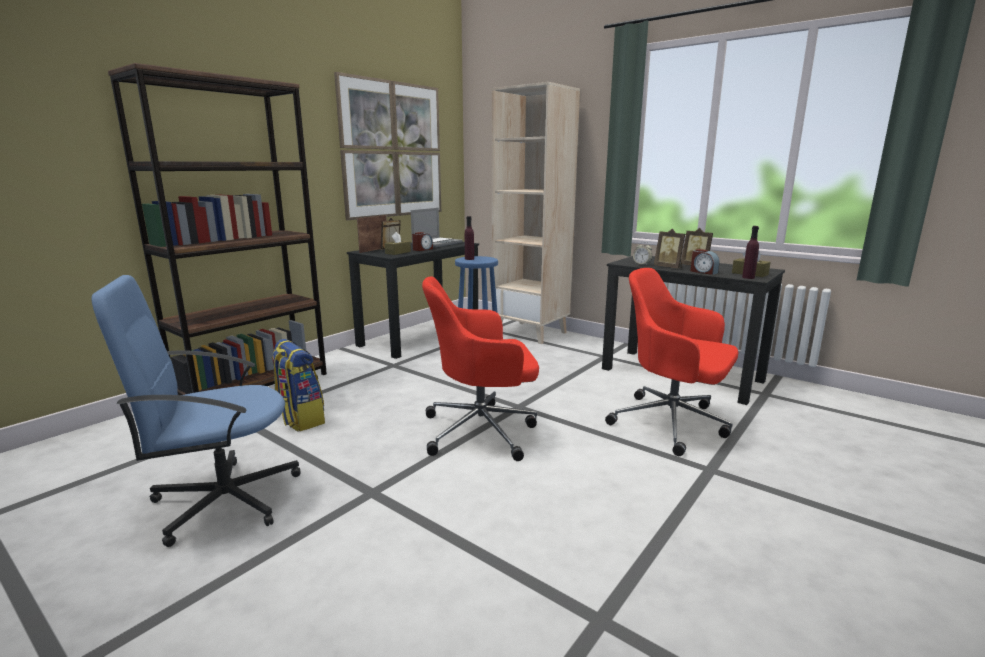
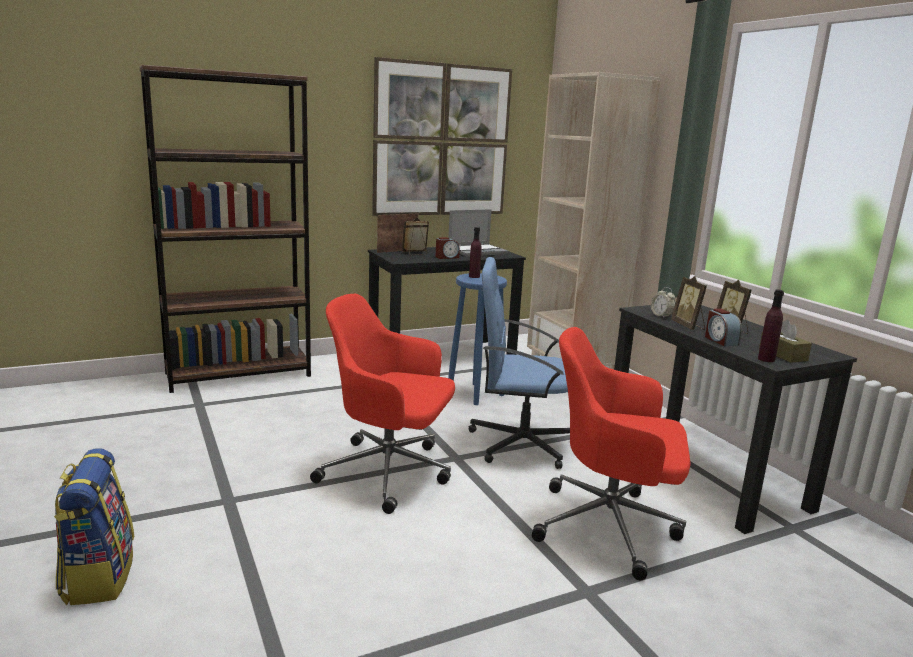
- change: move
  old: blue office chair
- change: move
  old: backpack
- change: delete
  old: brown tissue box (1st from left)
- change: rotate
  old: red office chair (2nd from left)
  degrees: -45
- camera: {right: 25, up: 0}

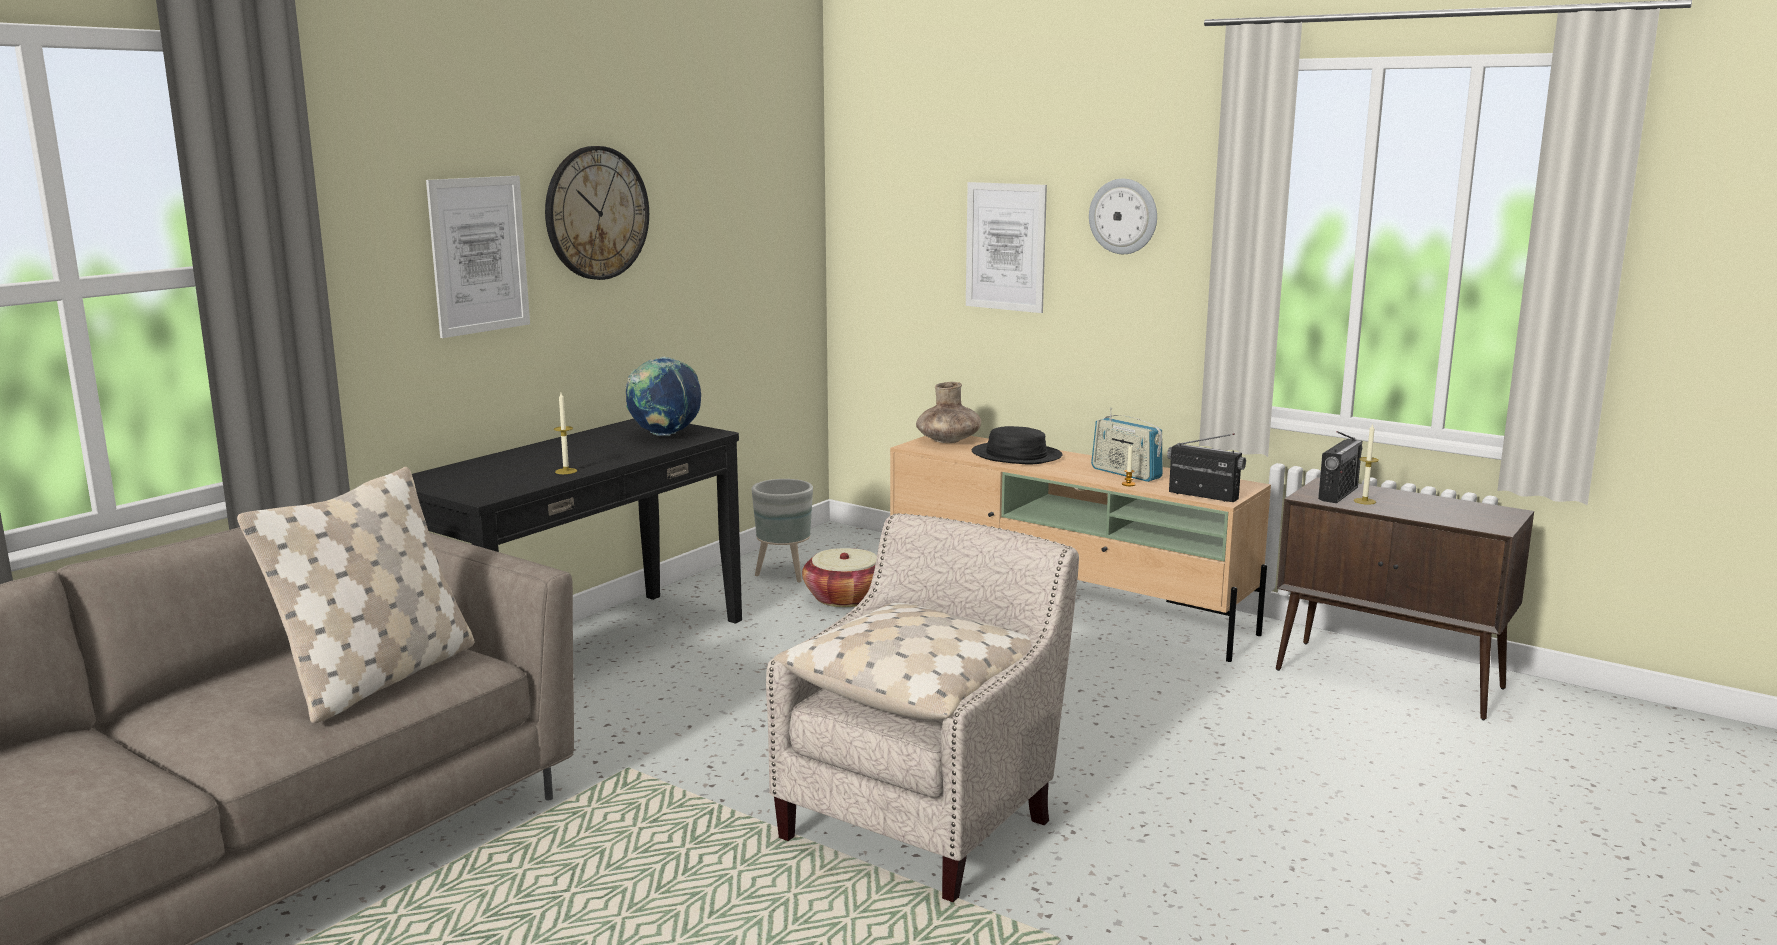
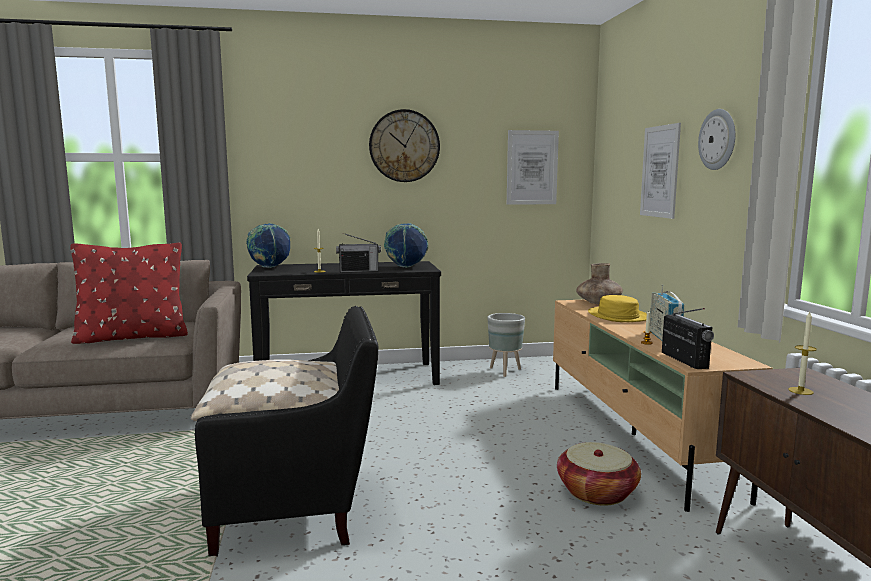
- change: recolor
  old: beige pillow (1st from left)
  new: red pillow
- change: move
  old: picture (1st from left)
- change: recolor
  old: beige armchair
  new: black armchair
- change: move
  old: basket
- change: recolor
  old: black hat
  new: yellow hat
- change: move
  old: radio (3rd from left in the first image)
  new: radio (1st from left)
- change: insert
  new: globe (1st from left)
- camera: {right: 45, up: -5}

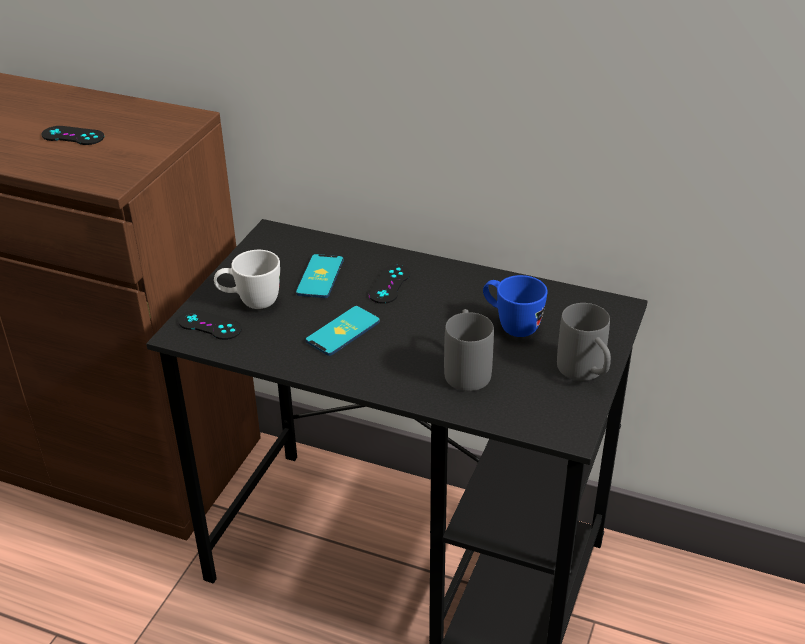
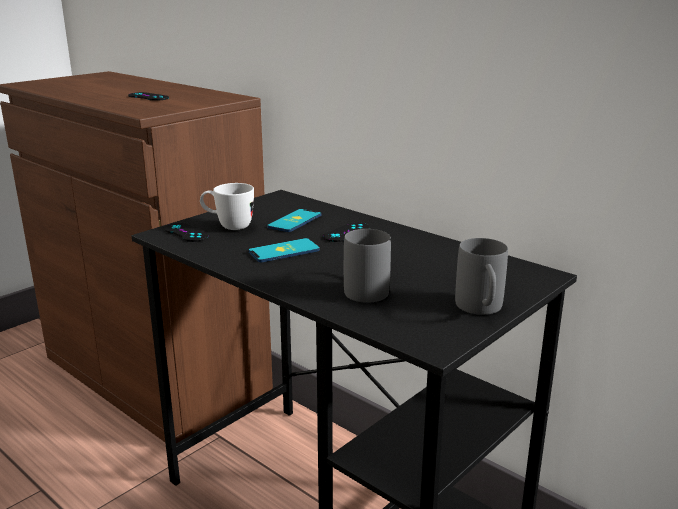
- change: delete
  old: blue mug
- camera: {right: 20, up: -15}

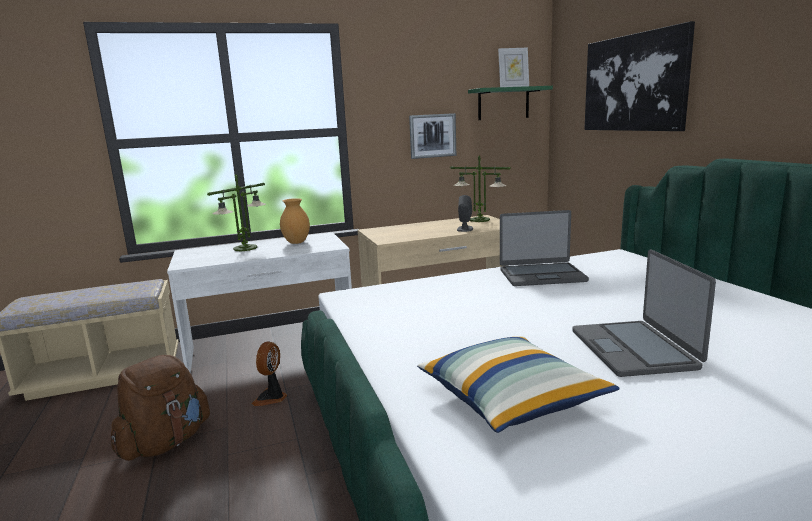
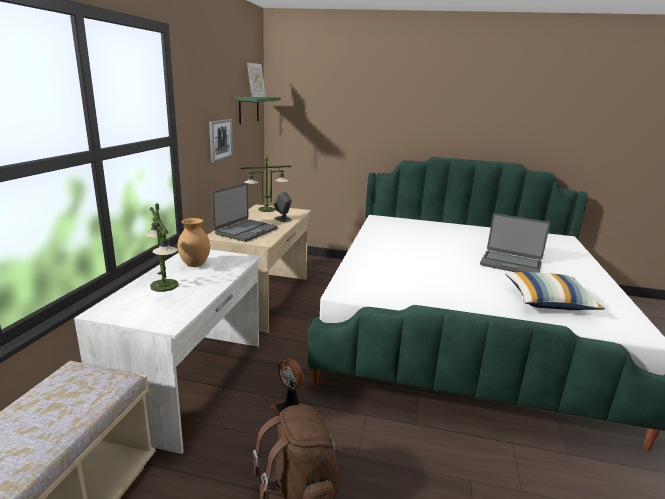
- change: move
  old: laptop (1st from left)
- change: delete
  old: picture (2nd from left)
- camera: {right: -60, up: 5}

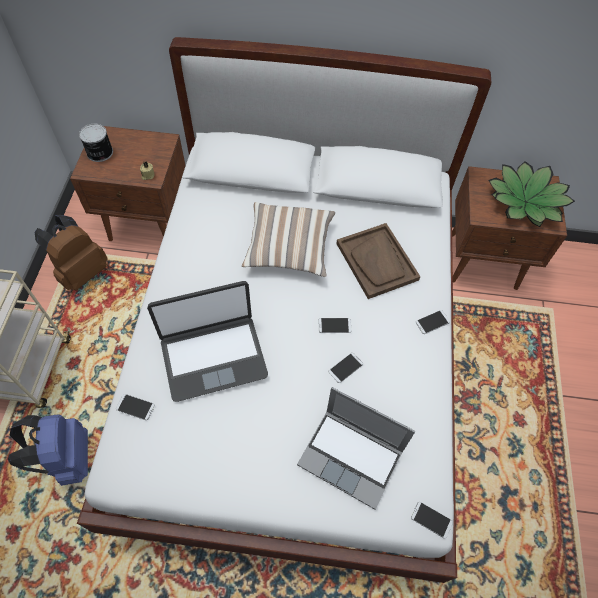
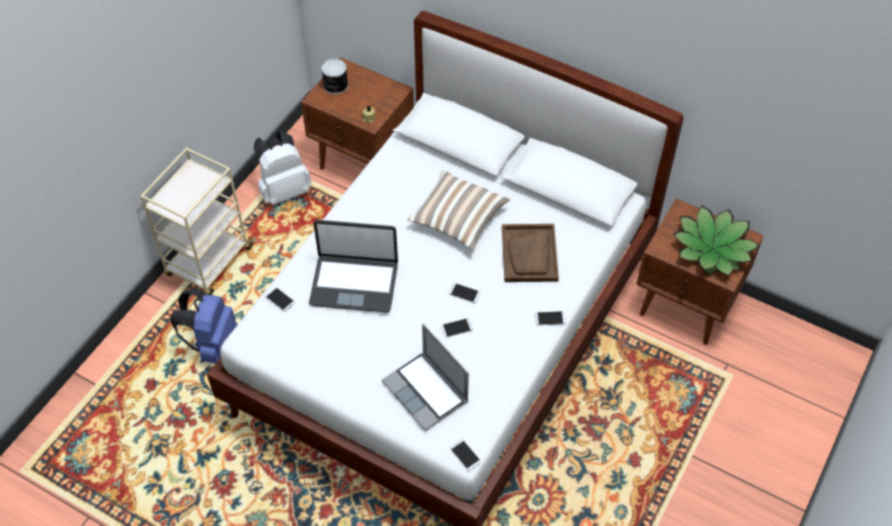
- change: recolor
  old: brown backpack
  new: white backpack
- camera: {right: 25, up: -5}

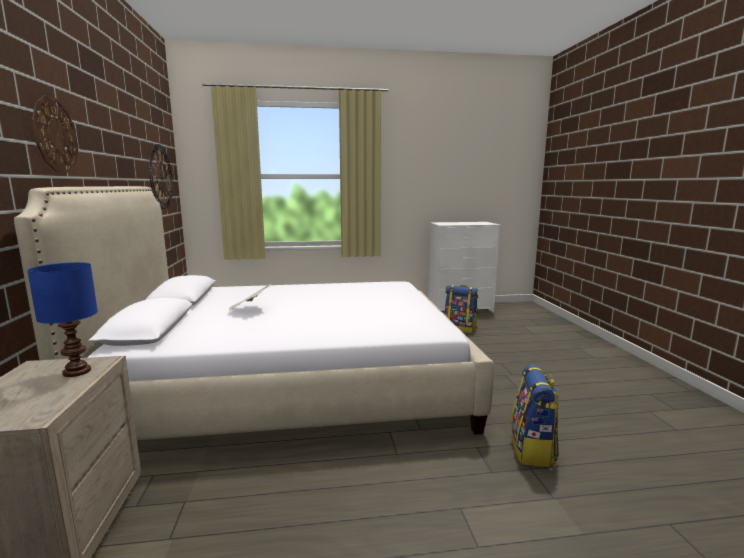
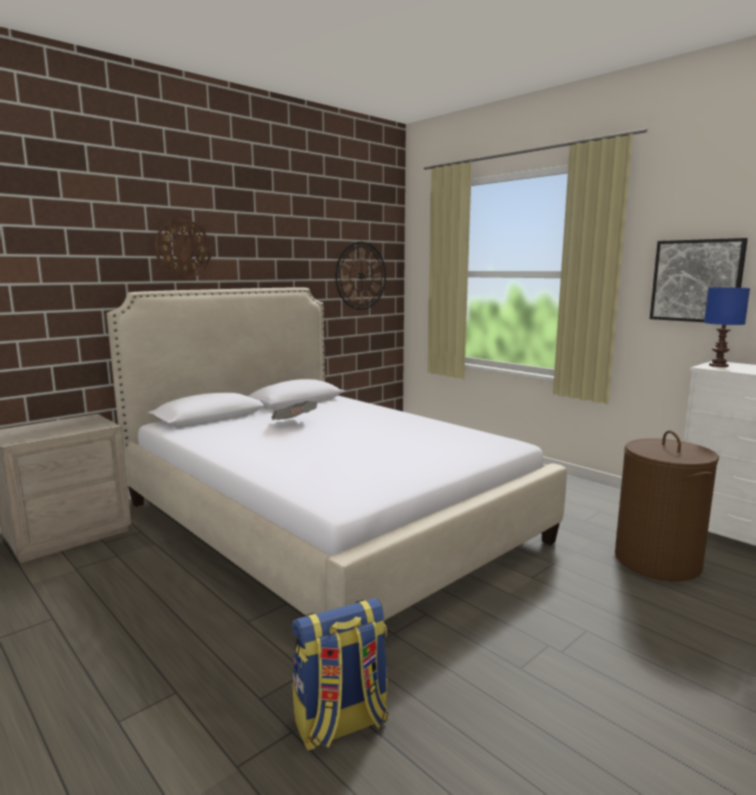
- change: move
  old: blue table lamp
- change: replace
  old: backpack (1st from left)
  new: brown laundry basket
- change: insert
  new: picture
- camera: {right: 55, up: 0}

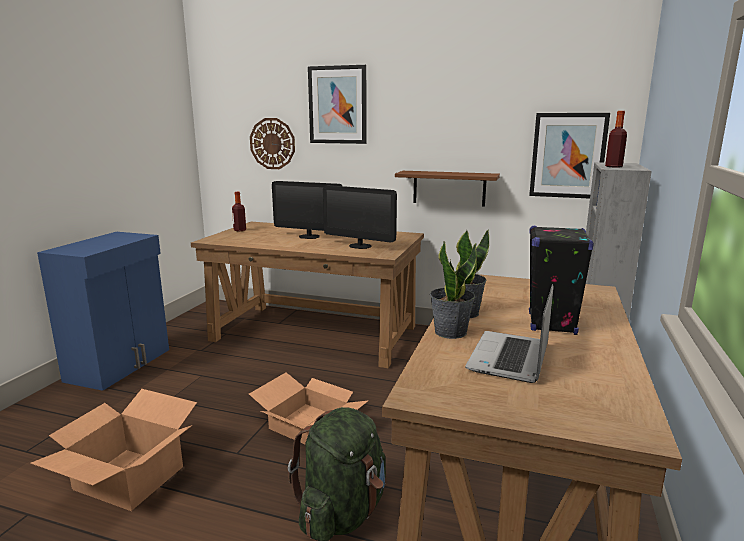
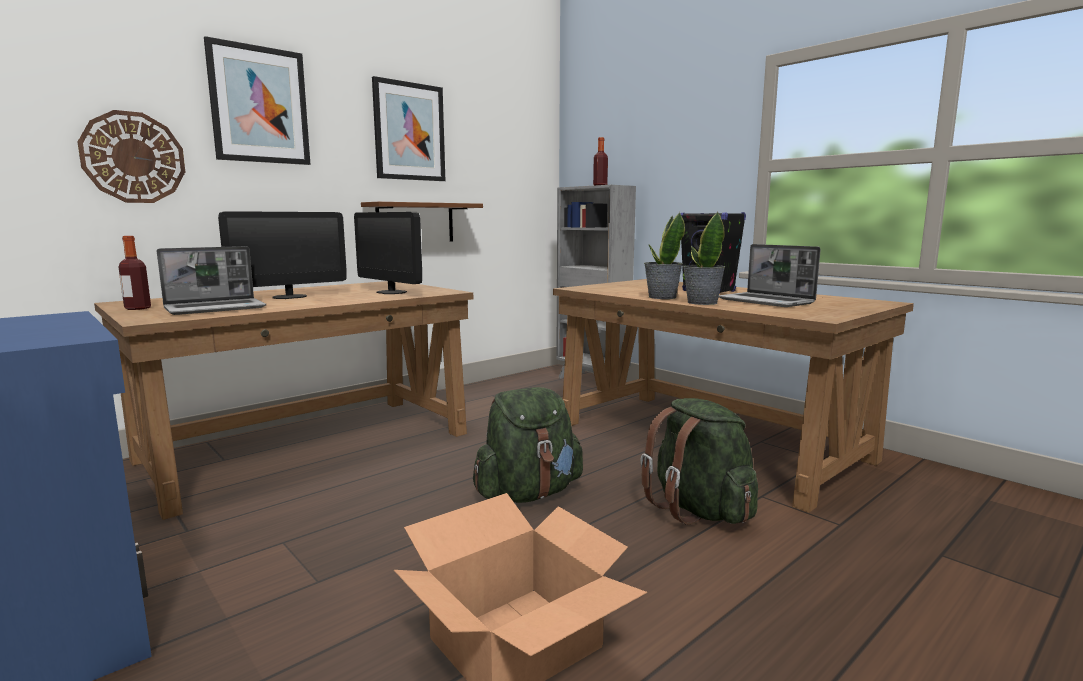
- change: replace
  old: cardboard box (2nd from left)
  new: green backpack (1st from left)
- change: rotate
  old: monitor (2nd from left)
  degrees: 75
- change: move
  old: picture (2nd from left)
- change: insert
  new: laptop (1st from left)
- camera: {right: -60, up: -5}

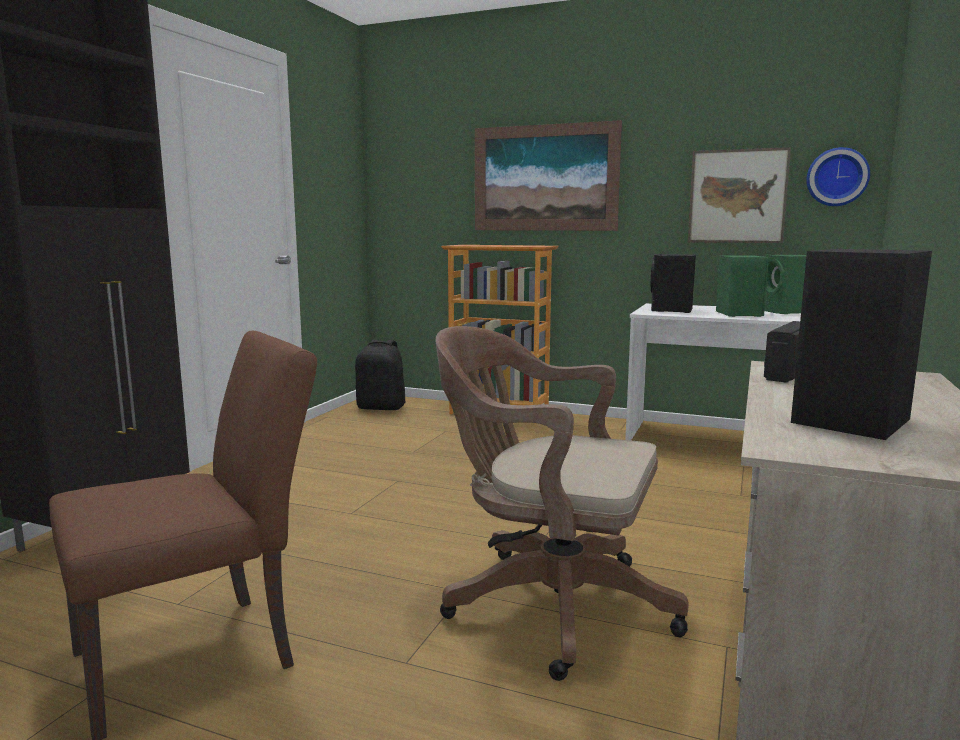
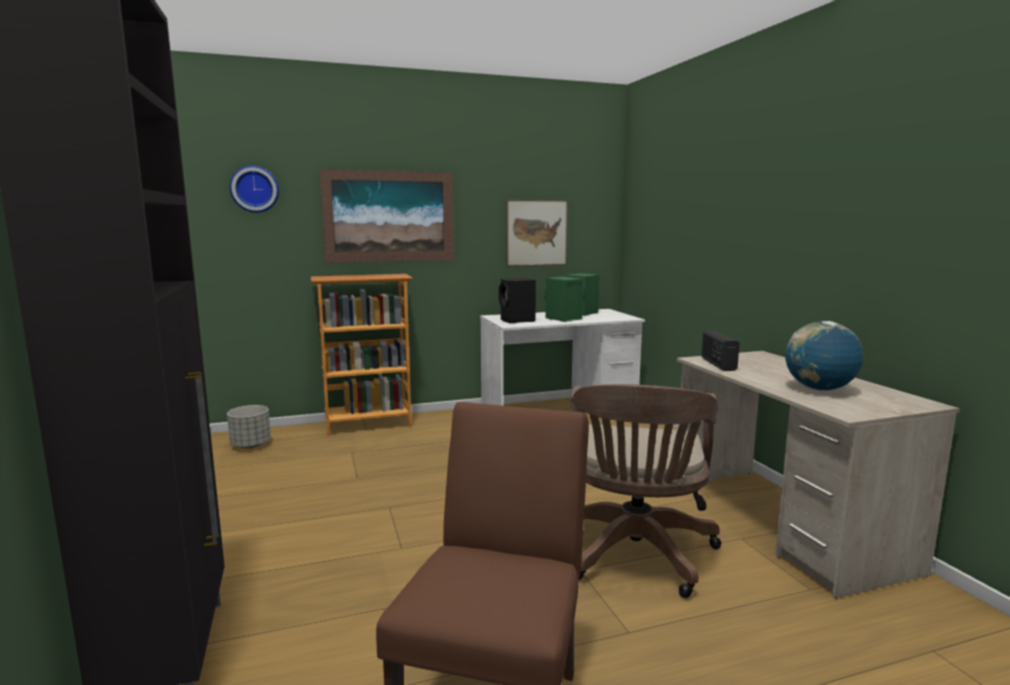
- change: replace
  old: black backpack
  new: grey planter
- change: rotate
  old: brown office chair
  degrees: -60
- change: replace
  old: black speaker (2nd from left)
  new: globe
- change: move
  old: wall clock
- camera: {right: -40, up: 0}

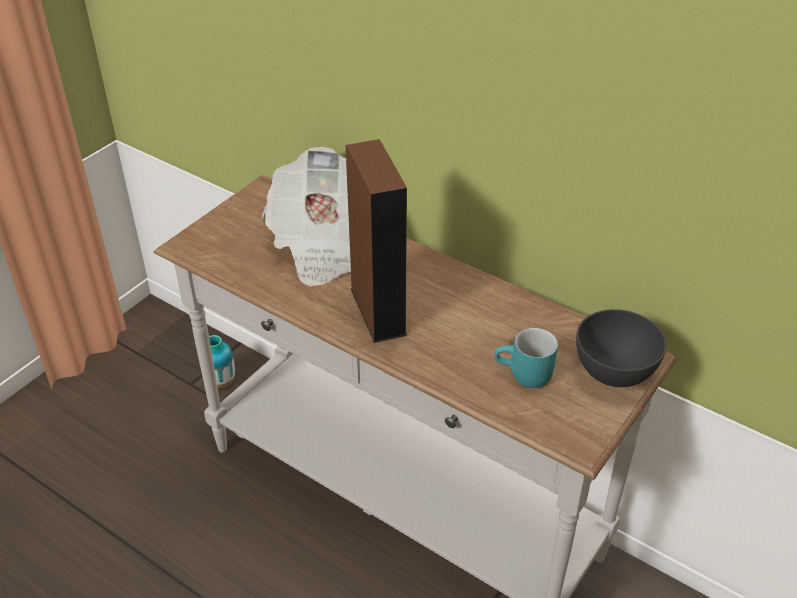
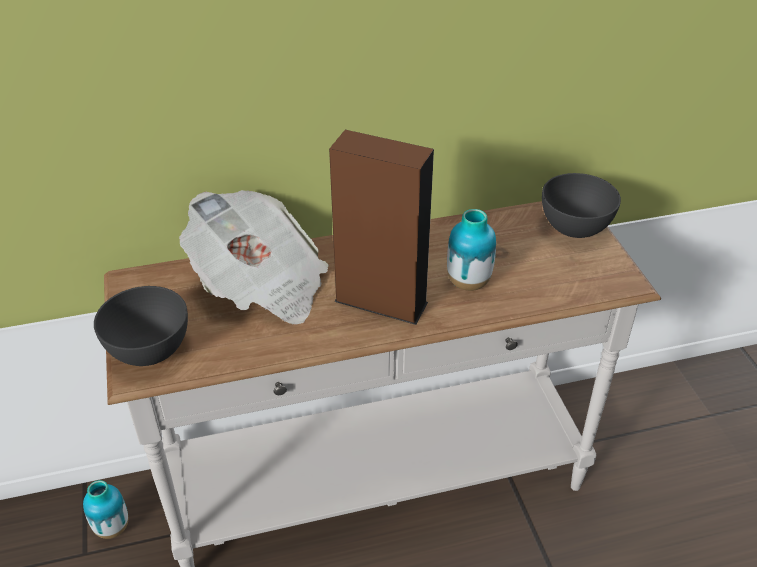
- change: delete
  old: turquoise mug
- change: insert
  new: grey bowl (1st from left)
- change: insert
  new: vase (2nd from left)
- camera: {right: -50, up: 0}

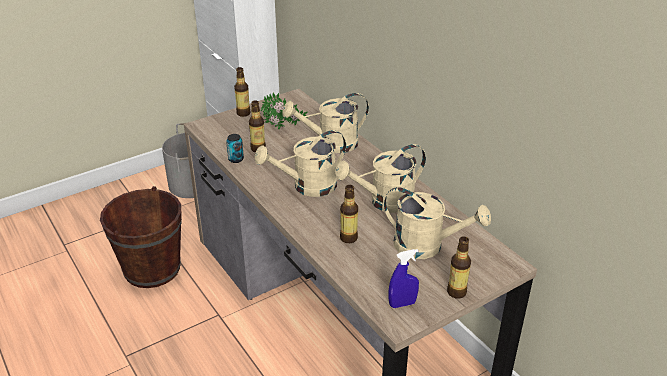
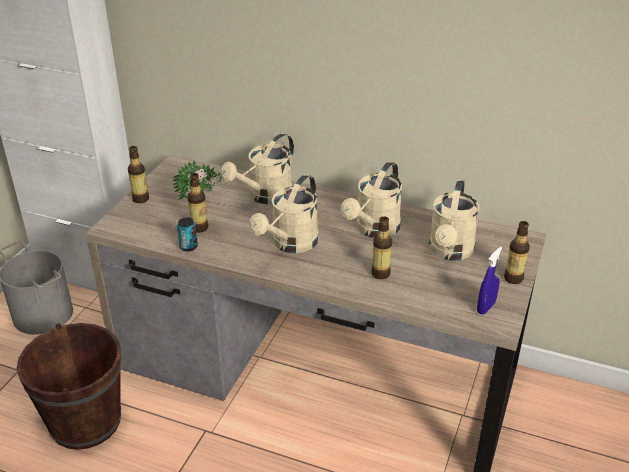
- change: rotate
  old: beige watering can (4th from left)
  degrees: 120
- camera: {right: -35, up: 0}

